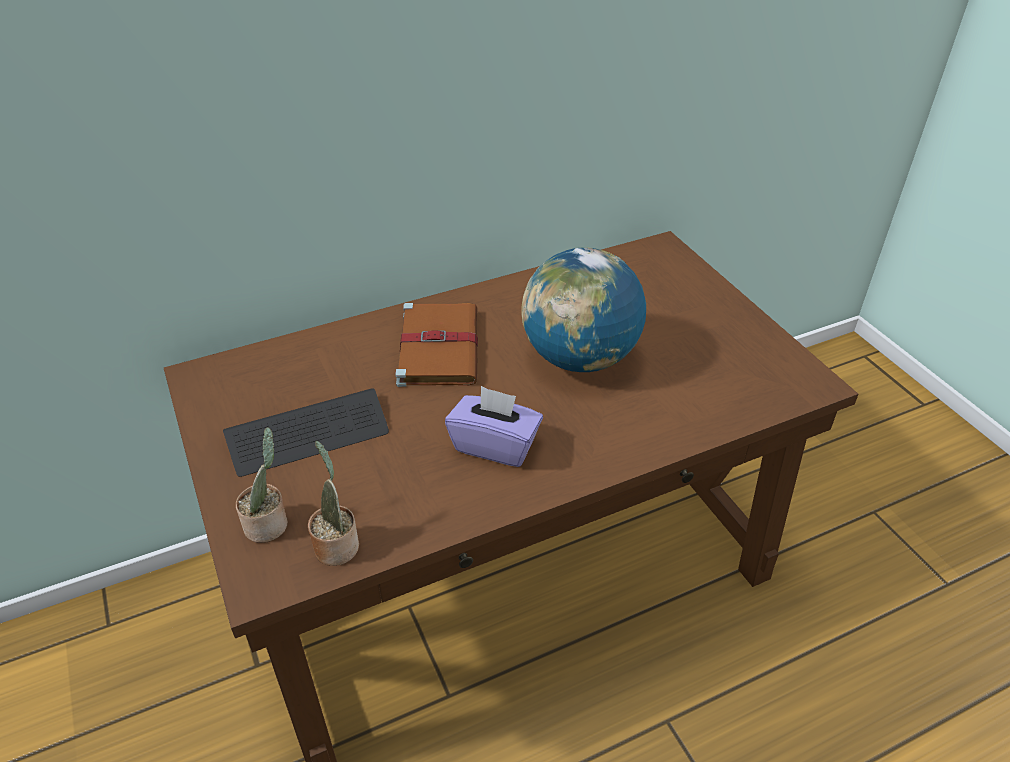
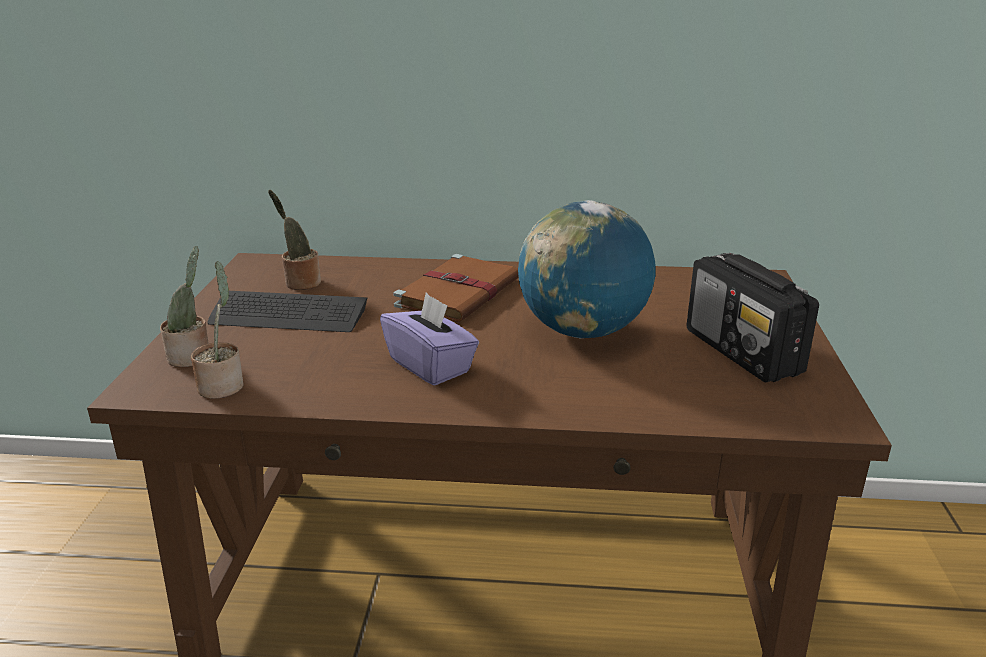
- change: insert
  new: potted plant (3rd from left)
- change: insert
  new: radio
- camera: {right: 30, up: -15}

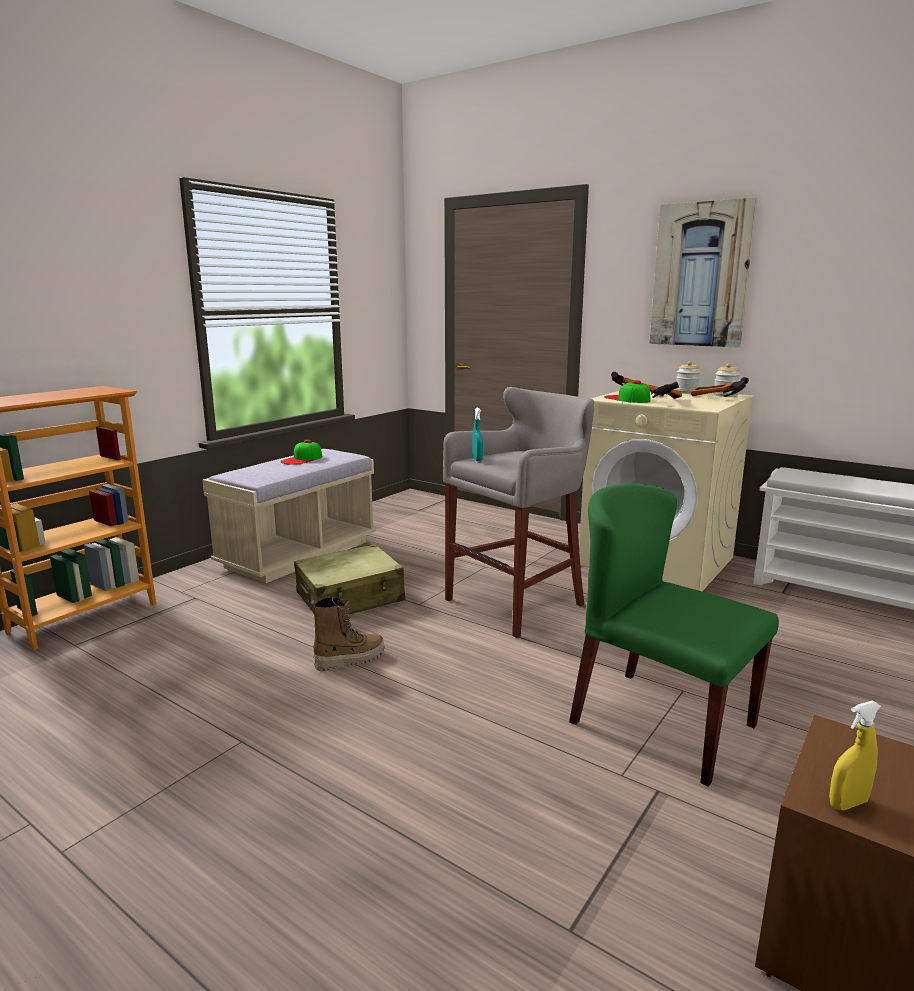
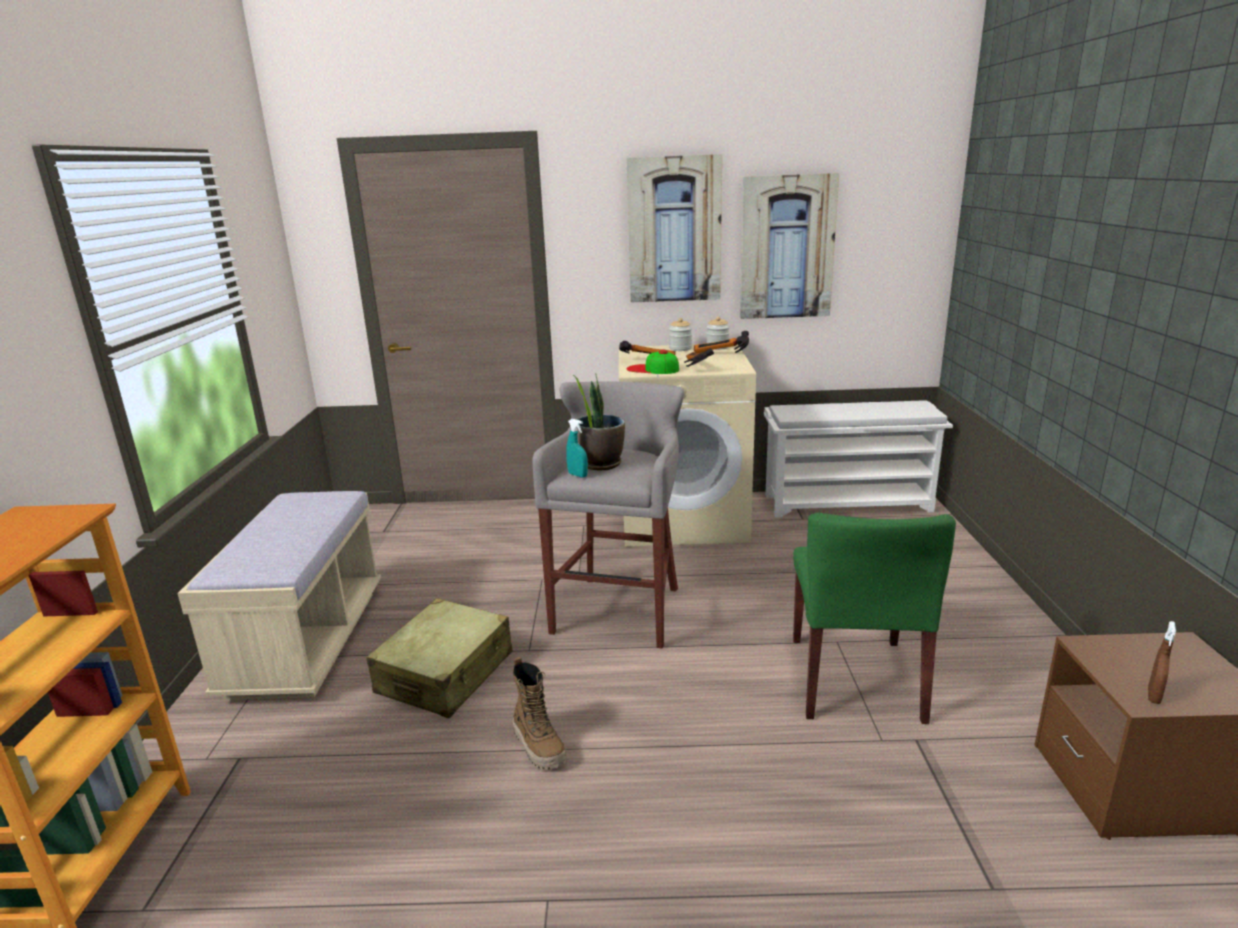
- change: delete
  old: cap (1st from left)
- change: rotate
  old: boot
  degrees: 120
- change: rotate
  old: green chair
  degrees: -90
- change: recolor
  old: yellow spray bottle
  new: brown spray bottle
- change: insert
  new: potted plant
- change: insert
  new: picture (2nd from left)
- camera: {right: -35, up: 5}

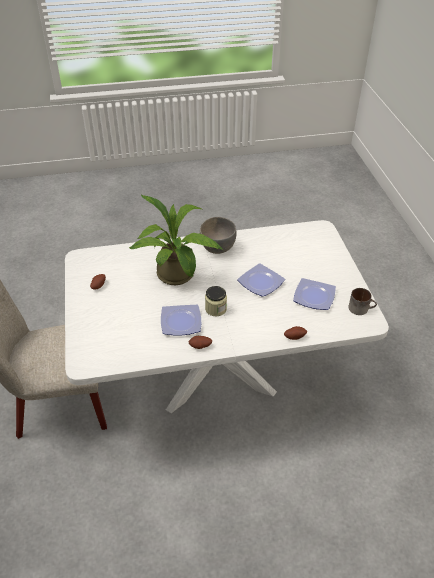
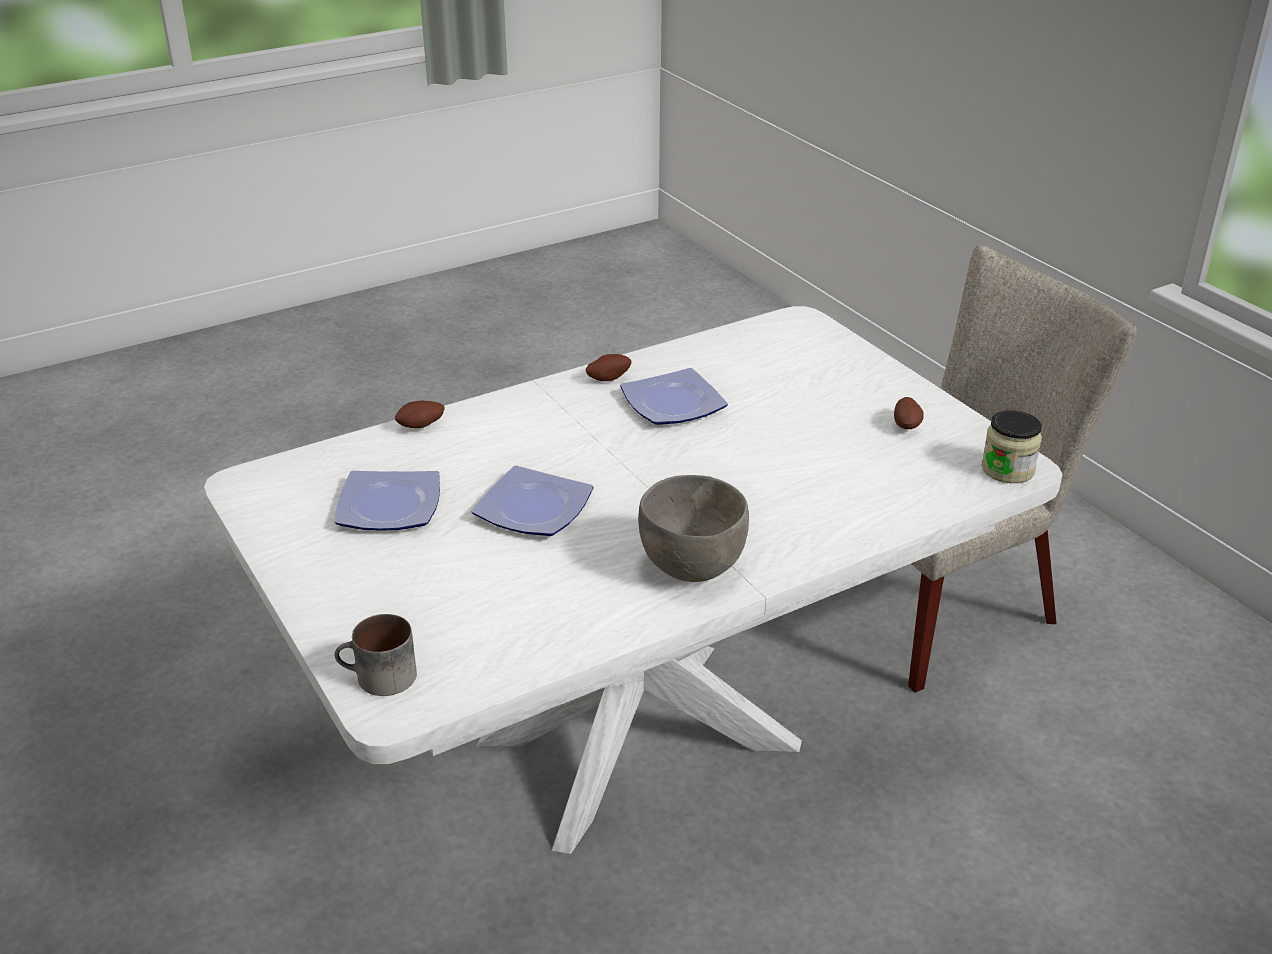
- change: delete
  old: potted plant
- change: move
  old: jar
- change: move
  old: mug
- camera: {right: 160, up: -10}

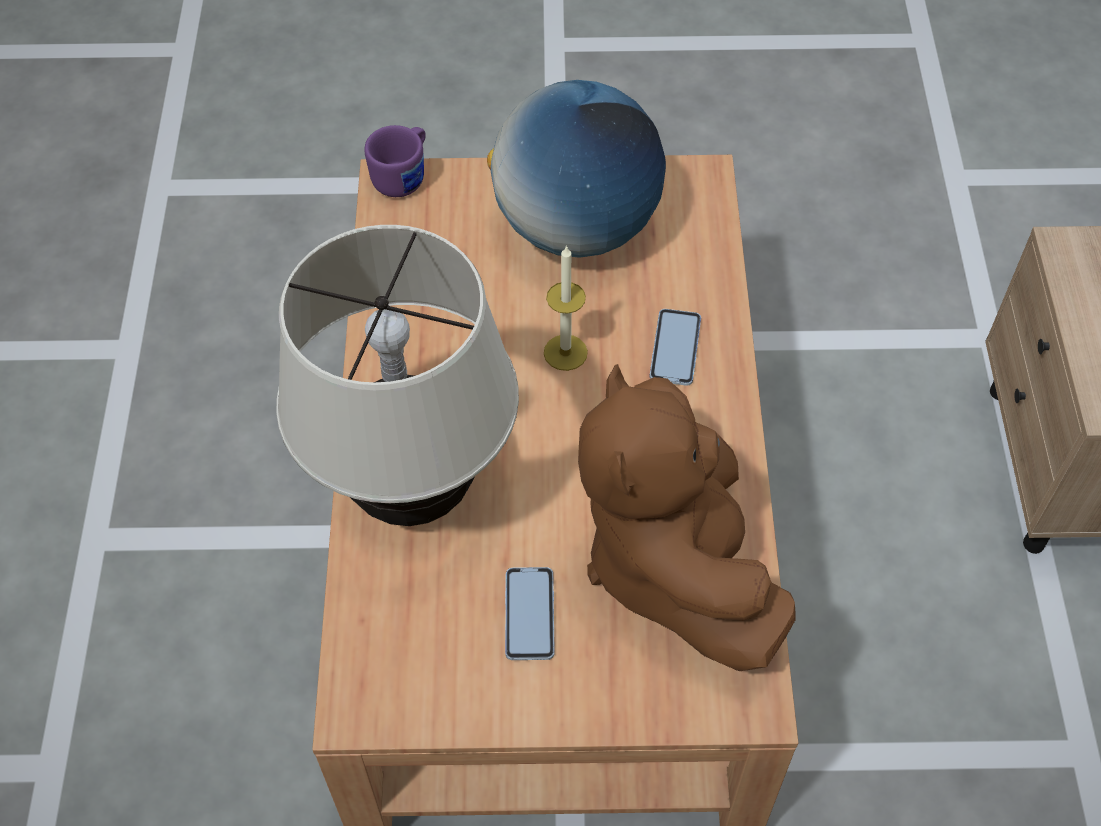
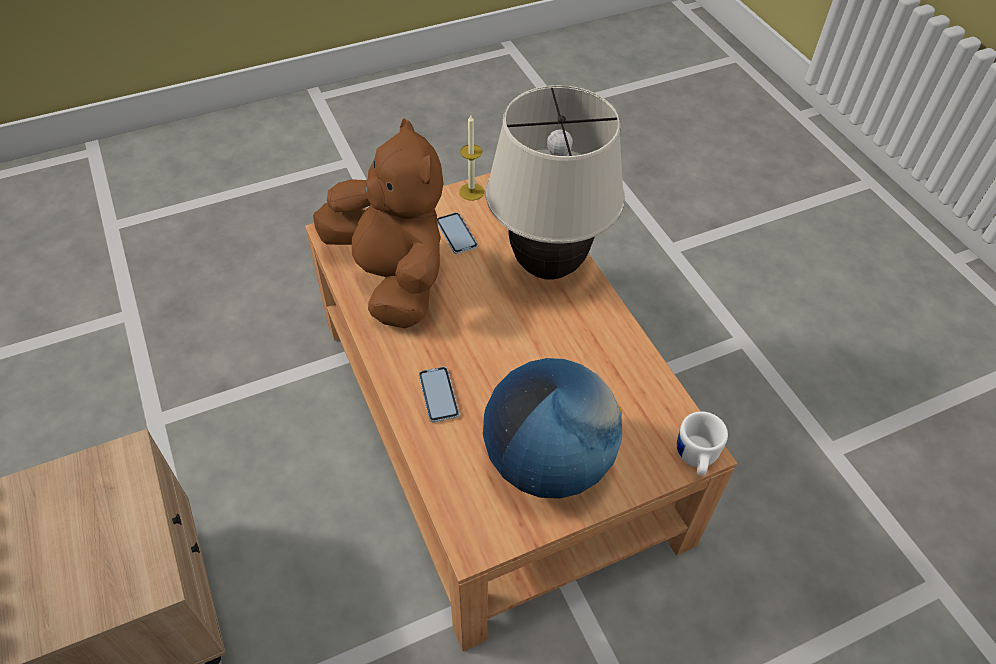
- change: recolor
  old: purple mug
  new: white mug
- change: move
  old: candle
- camera: {right: 155, up: -5}

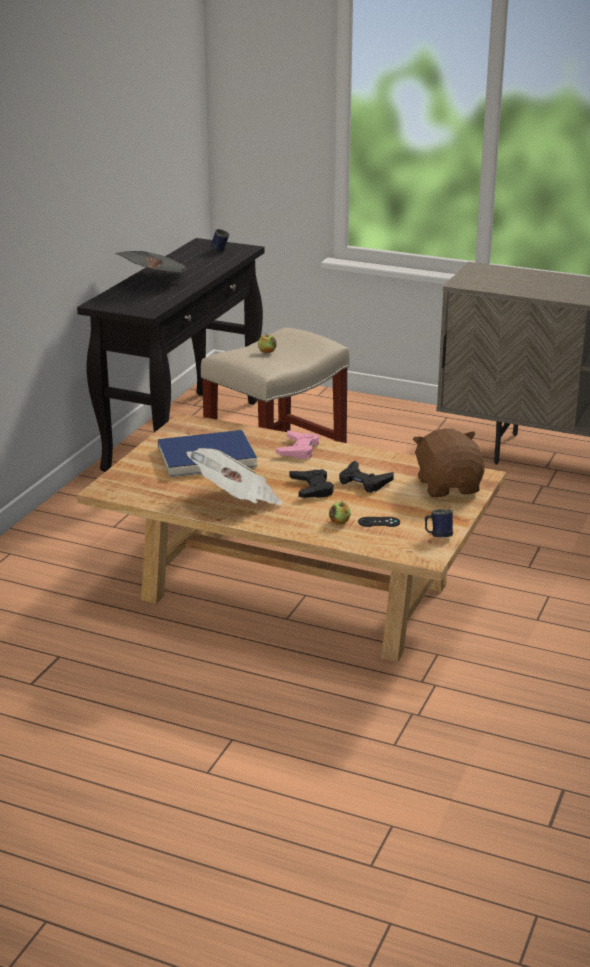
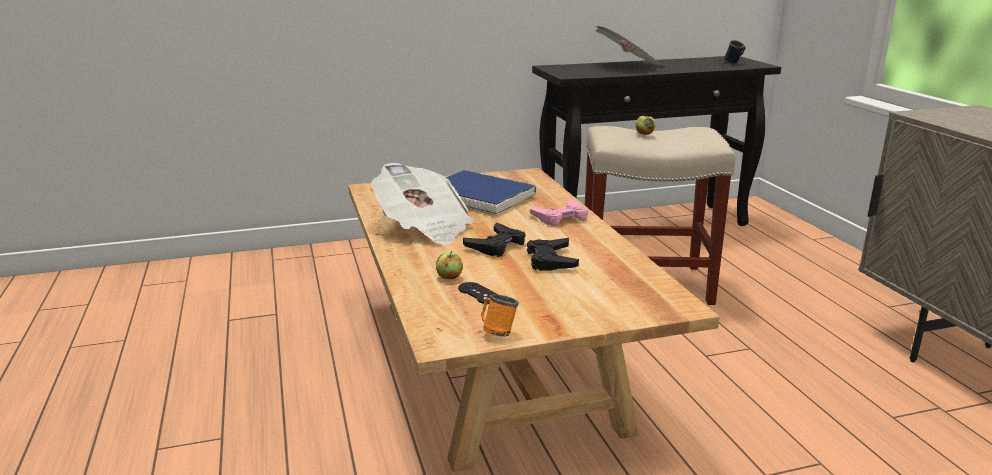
- change: delete
  old: brown plush toy
- change: recolor
  old: blue mug (2nd from left)
  new: orange mug
- camera: {right: 50, up: -5}

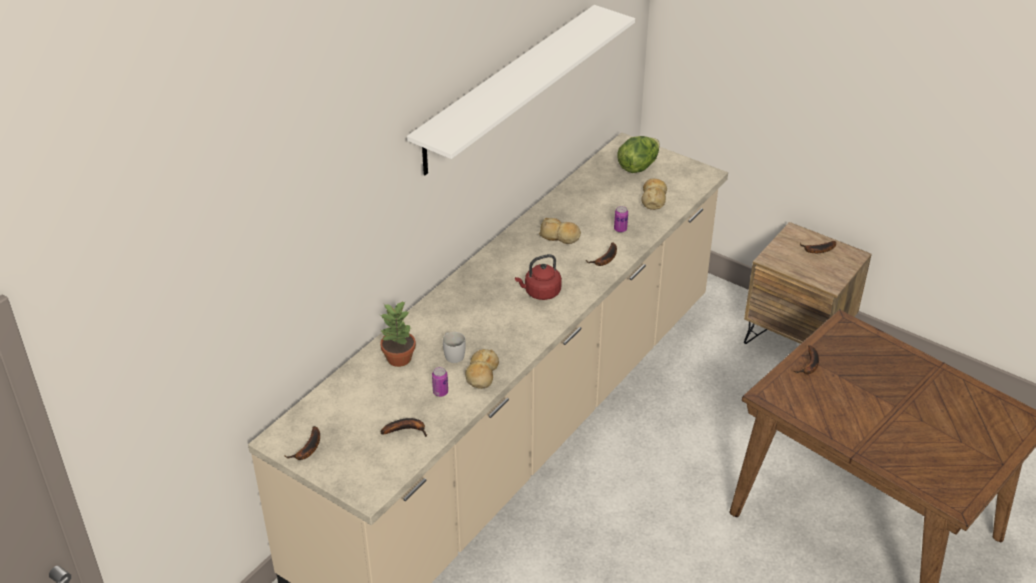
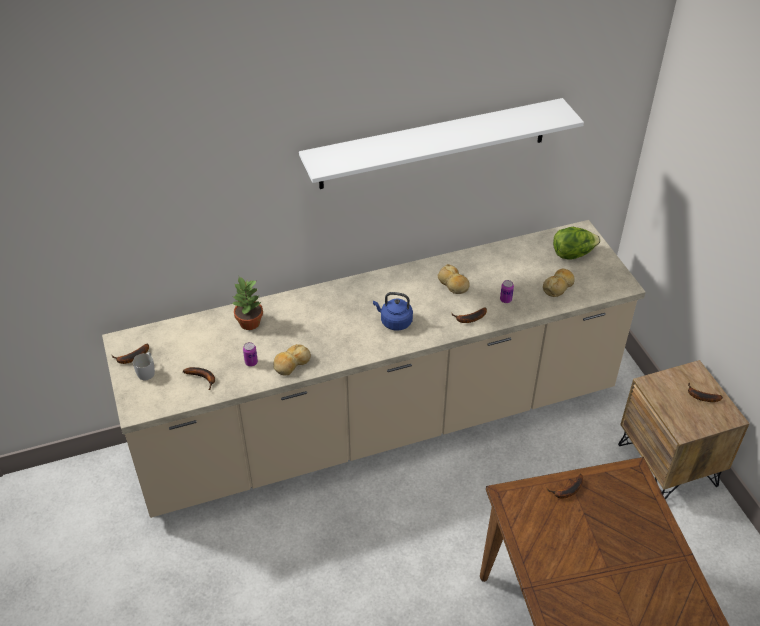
- change: move
  old: white mug
- change: recolor
  old: red kettle
  new: blue kettle
- camera: {right: 35, up: 5}

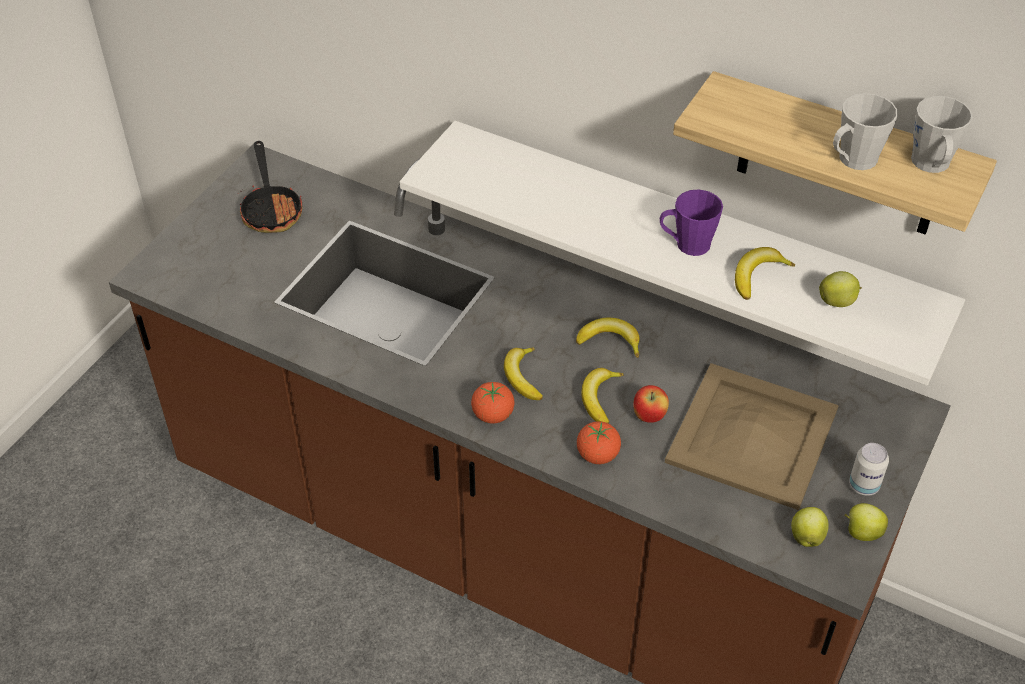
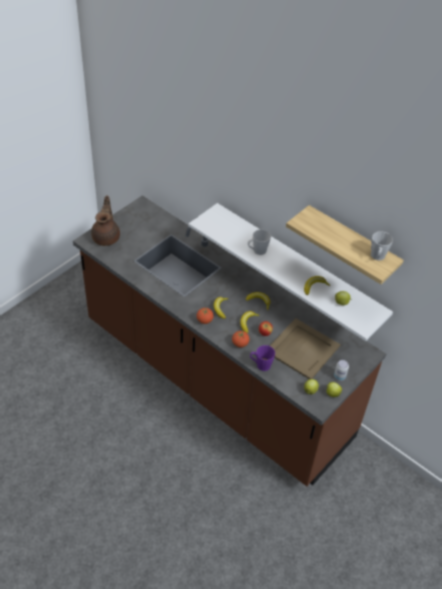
- change: delete
  old: frying pan
- change: move
  old: purple mug
- change: move
  old: grey mug (1st from left)
- change: insert
  new: brown teapot
- camera: {right: 10, up: 0}

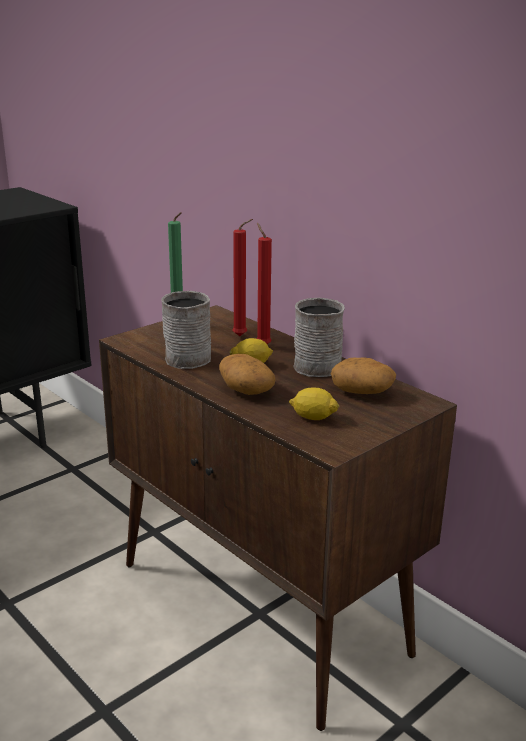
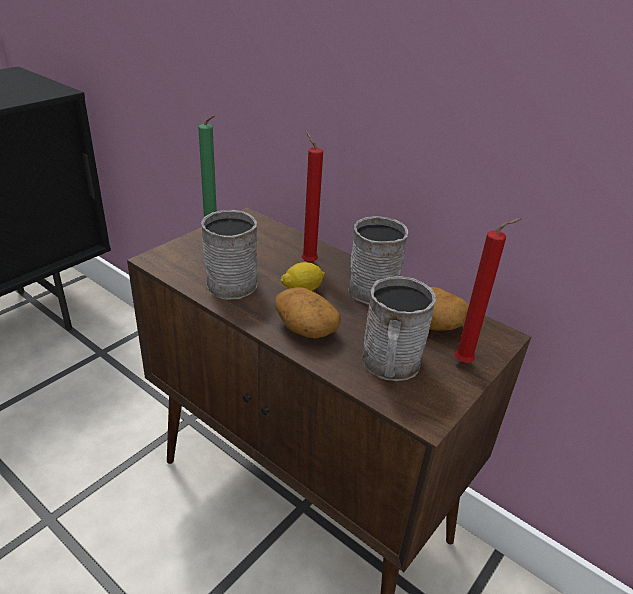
- change: move
  old: red candle (1st from left in the first image)
  new: red candle (2nd from left)
- change: replace
  old: lemon (2nd from left)
  new: grey mug (3rd from left)
- camera: {right: -10, up: 10}

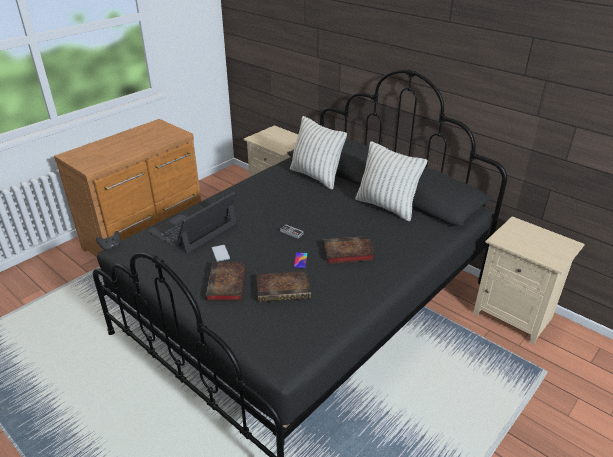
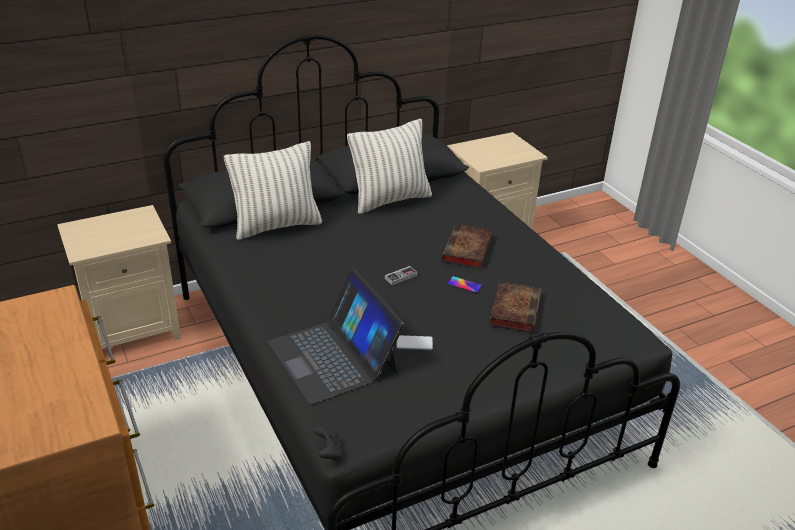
- change: delete
  old: book (1st from left)
- camera: {right: -70, up: 0}

